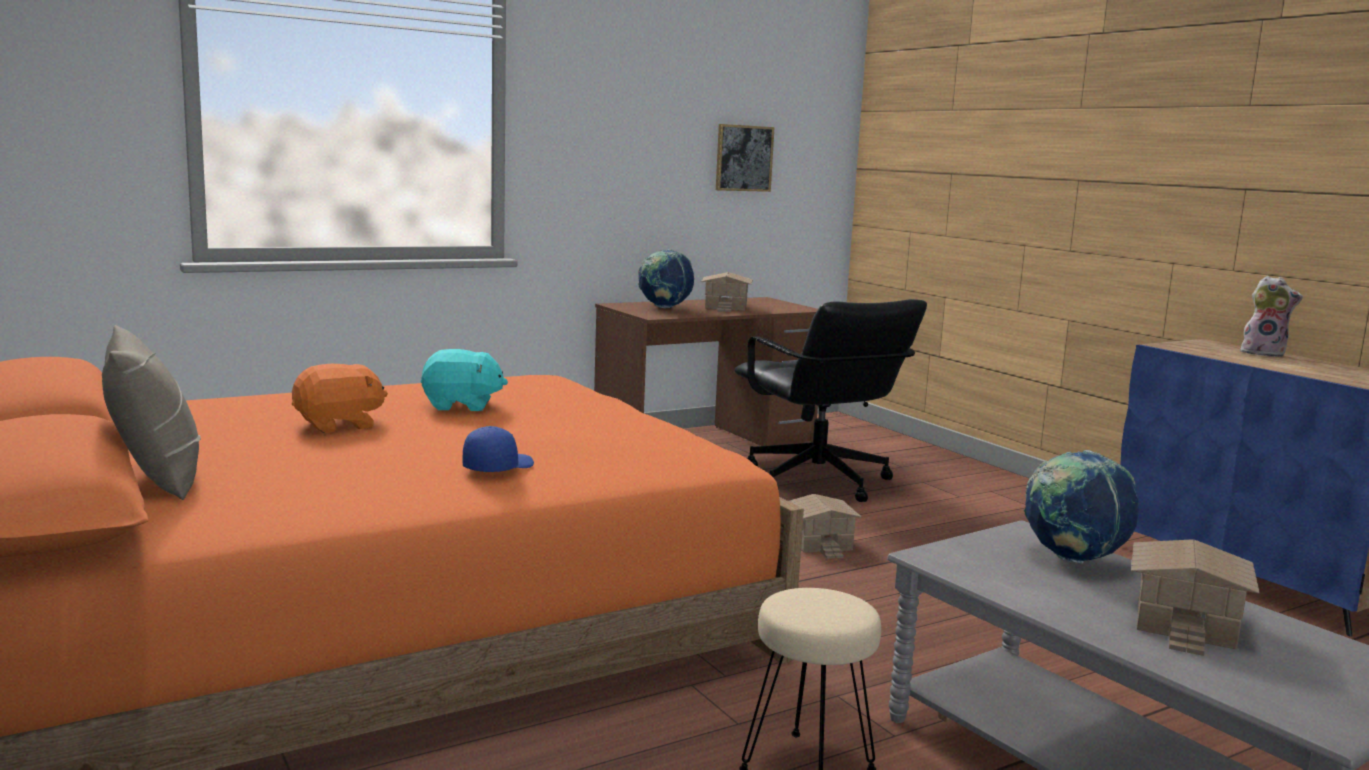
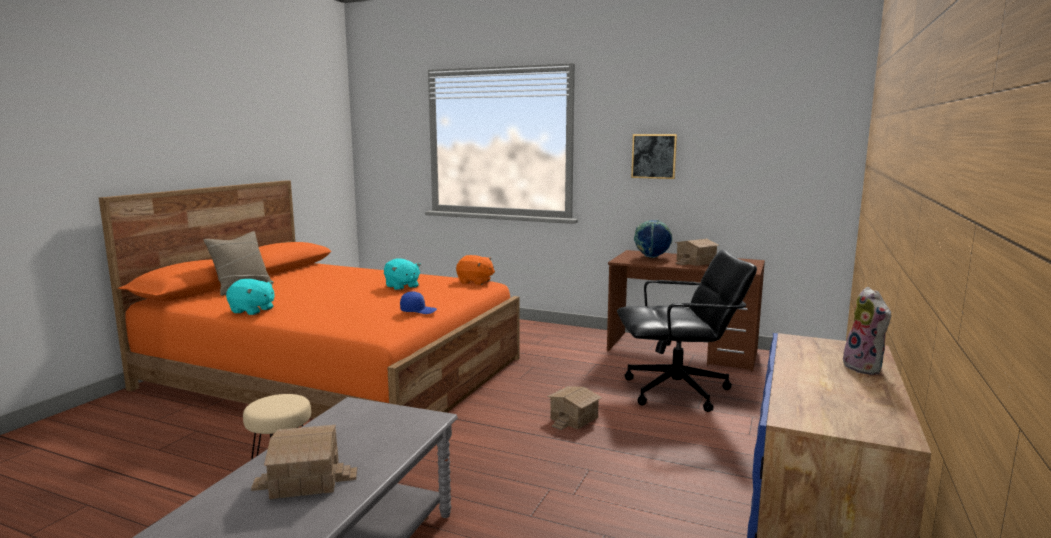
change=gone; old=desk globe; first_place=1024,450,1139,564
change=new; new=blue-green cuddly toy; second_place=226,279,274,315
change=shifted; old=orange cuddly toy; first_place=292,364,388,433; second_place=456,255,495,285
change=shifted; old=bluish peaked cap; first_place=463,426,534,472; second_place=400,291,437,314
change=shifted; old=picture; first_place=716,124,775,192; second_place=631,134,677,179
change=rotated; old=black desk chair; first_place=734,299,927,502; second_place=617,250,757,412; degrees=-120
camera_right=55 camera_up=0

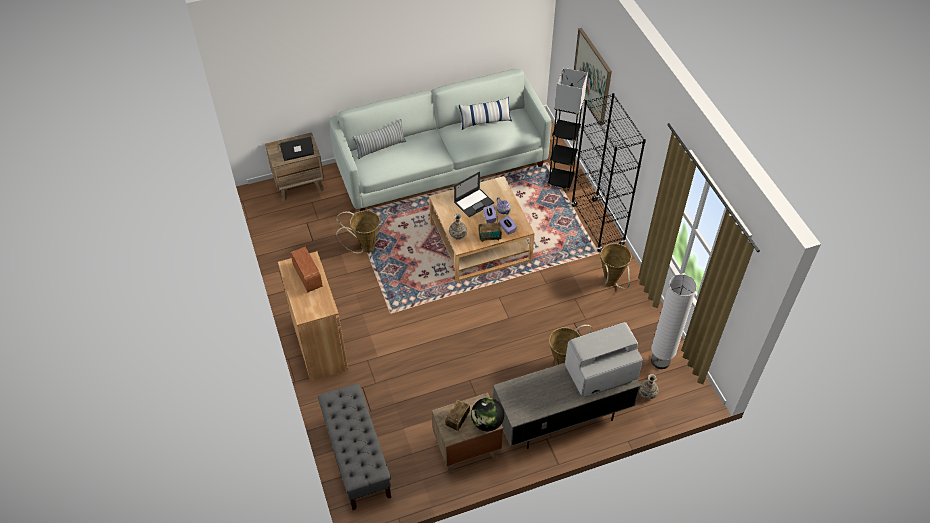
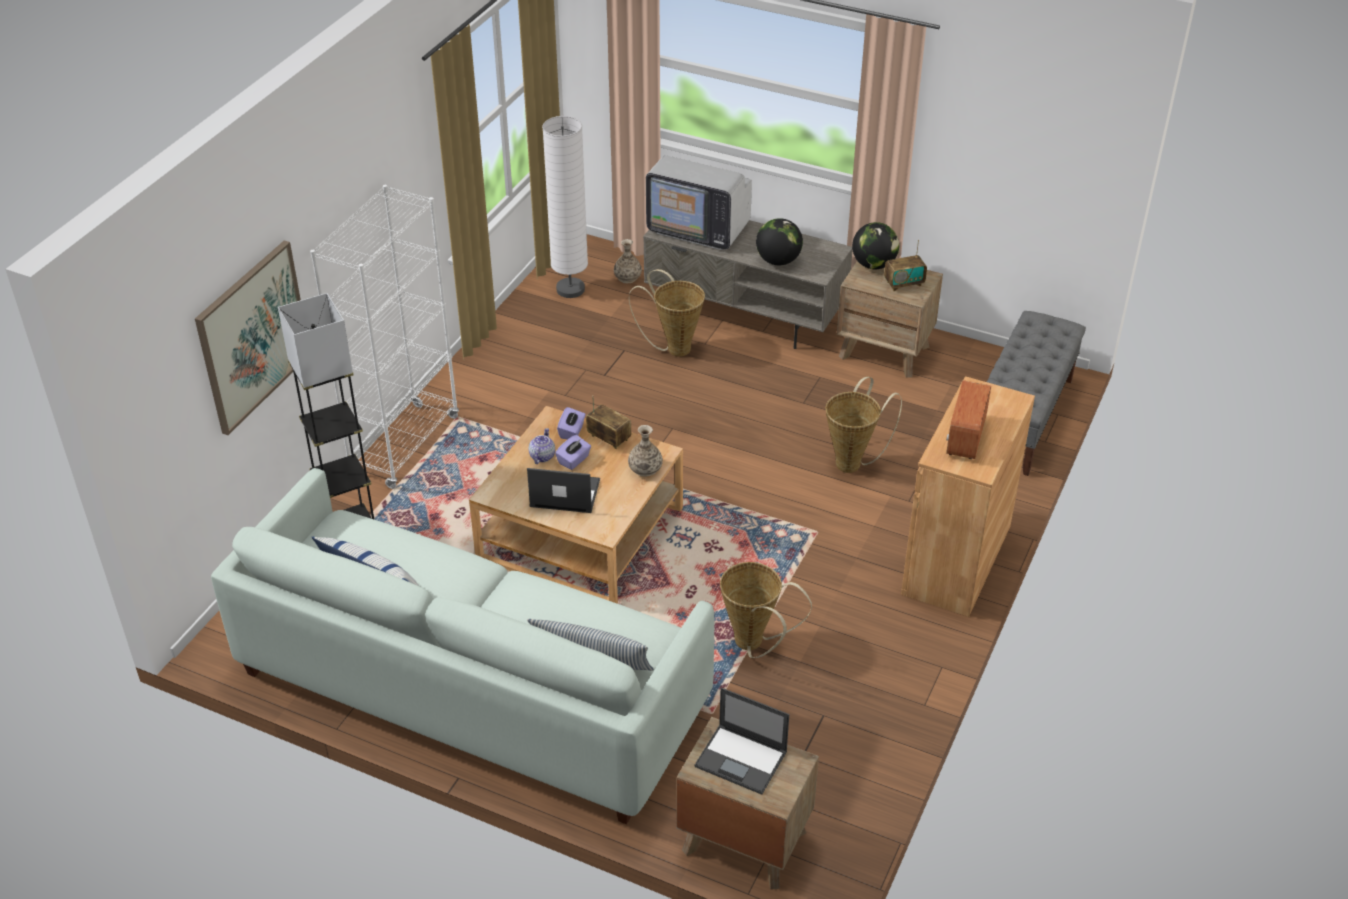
change=new; new=desk globe; second_place=756,218,803,265
change=shifted; old=household basket; first_place=600,243,631,289; second_place=825,376,902,473
change=repainted; old=black shelving unit; new=whitish shelving unit; first_place=571,93,646,252; second_place=310,185,459,489
camera_right=-135 camera_up=-10

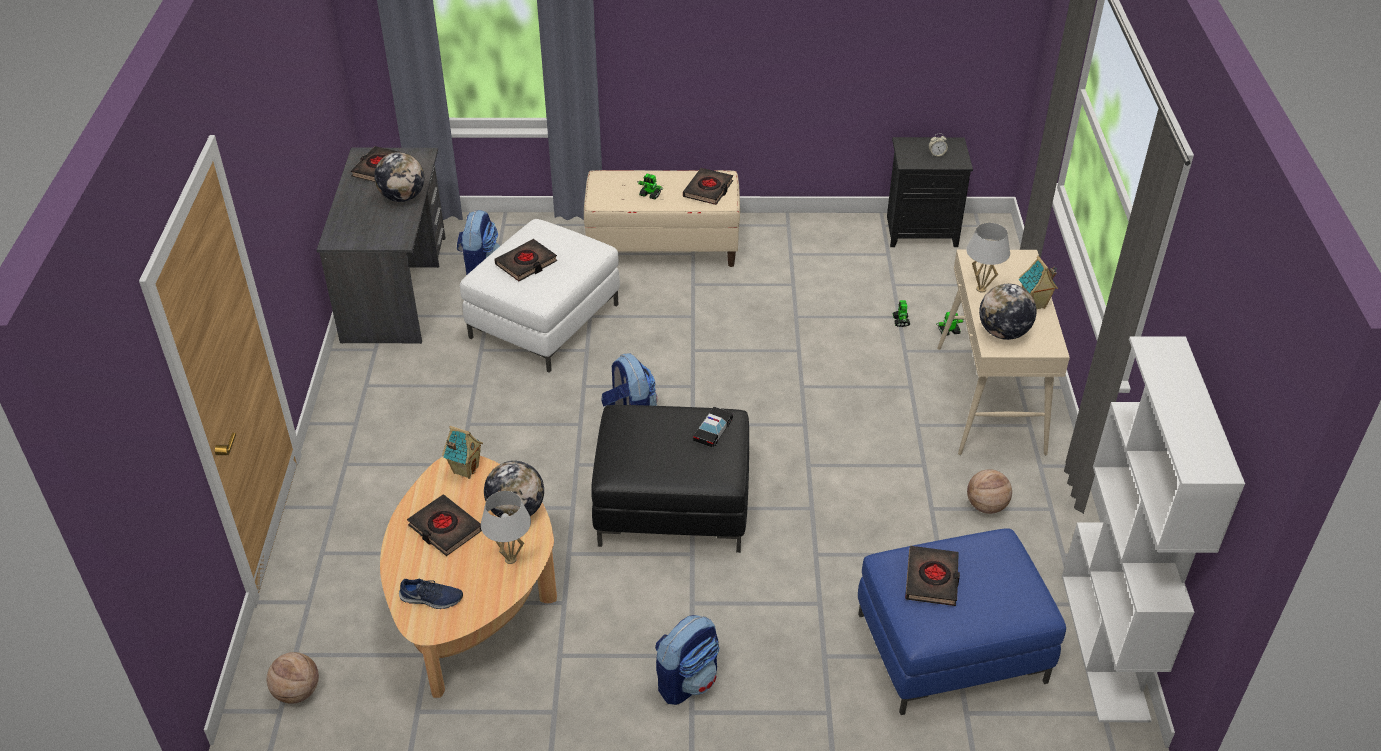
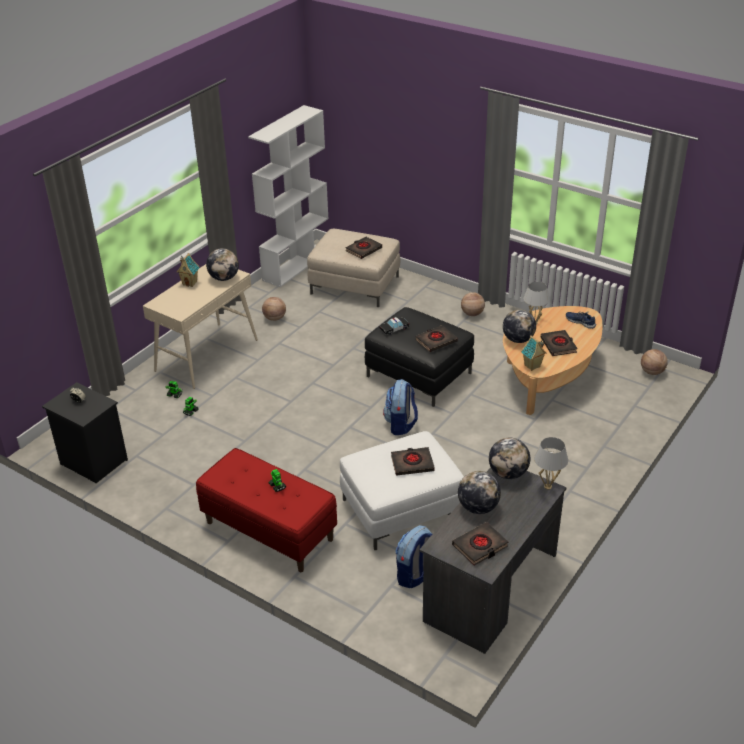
change=new; new=desk globe; second_place=489,438,530,479
change=shifted; old=black book; first_place=683,168,733,205; second_place=415,325,458,352
change=shifted; old=whitish table lamp; first_place=966,223,1010,293; second_place=534,437,568,490
change=swapped; old=backpack; new=ball for basketball; first_place=655,615,719,705; second_place=461,292,485,316
change=repainted; old=sand-coloured bench; new=reddish bench; first_place=584,170,740,267; second_place=196,448,337,572
change=repainted; old=bluish ottoman; new=sand-coloured ottoman; first_place=858,528,1066,715; second_place=307,229,400,307
camera_right=-145 camera_up=-5

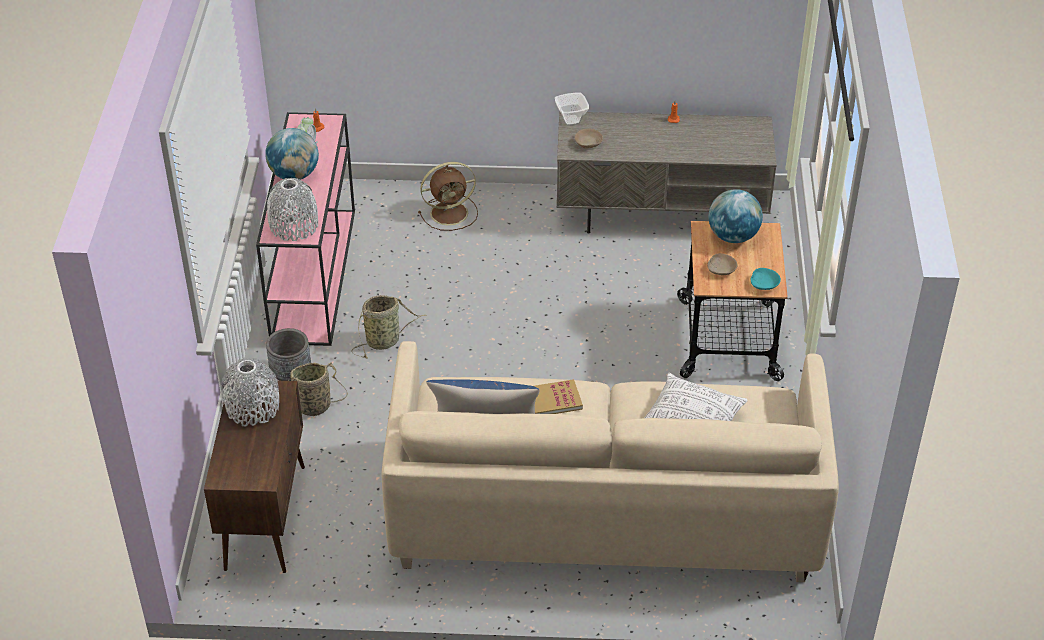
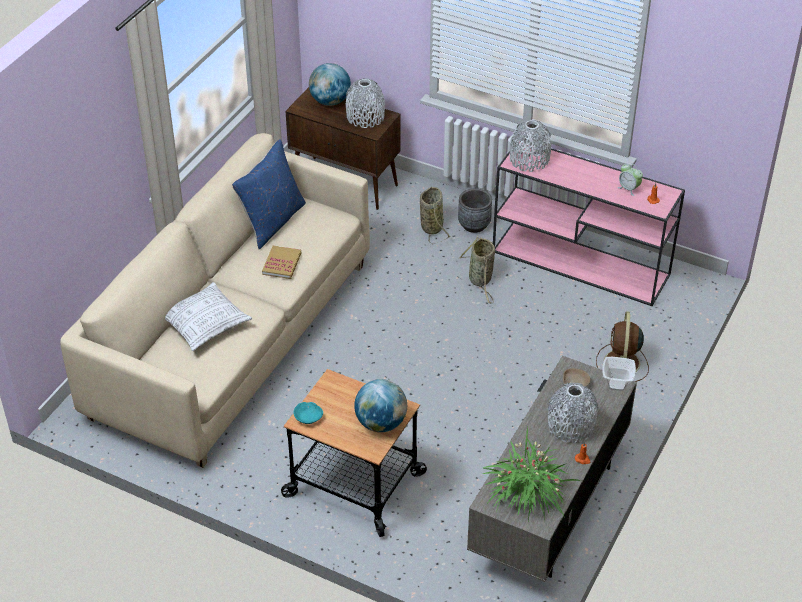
change=gone; old=sand-coloured bowl; first_place=707,253,738,275
change=new; new=potted plant; second_place=483,427,581,521
change=new; new=grey flower vase; second_place=548,383,598,443
change=shifted; old=desk globe; first_place=265,128,319,180; second_place=309,63,351,106
camera_right=115 camera_up=0

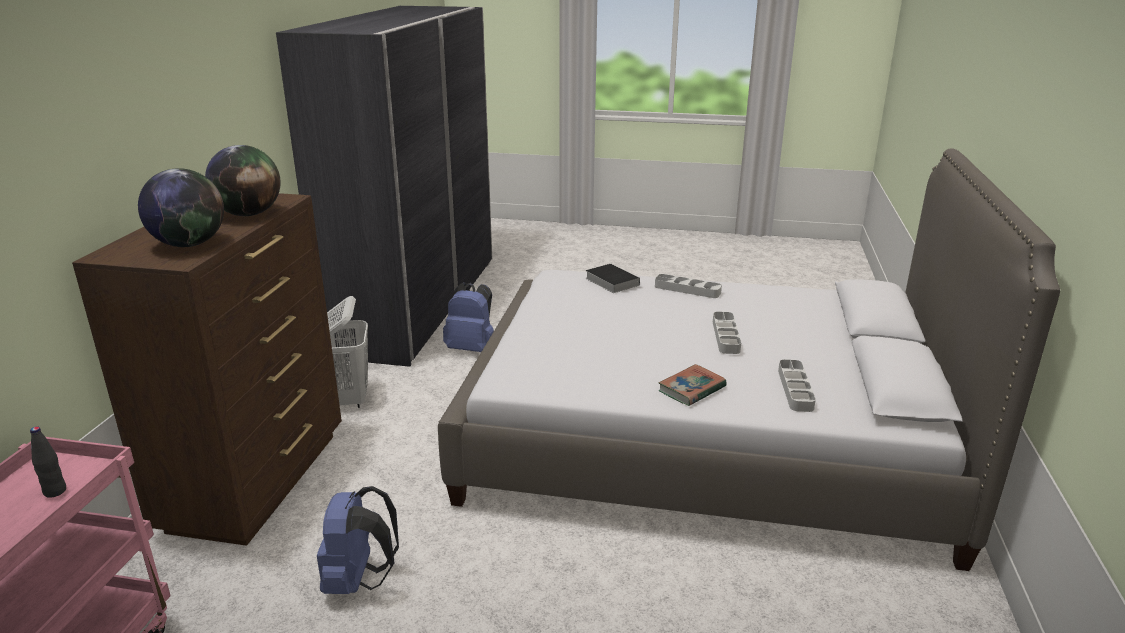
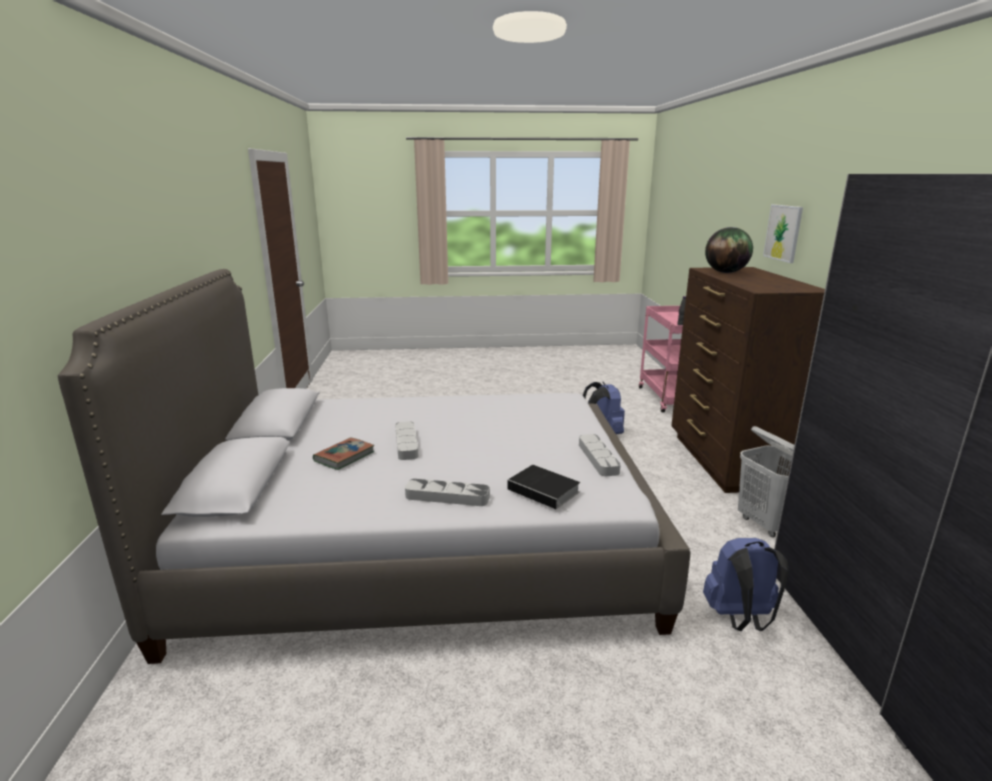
change=gone; old=desk globe; first_place=205,145,281,216
change=new; new=picture; second_place=763,204,803,263
change=shifted; old=book; first_place=659,364,727,406; second_place=313,437,374,470
change=shifted; old=grey serving tray; first_place=778,359,816,412; second_place=579,434,621,476
camera_right=165 camera_up=-5

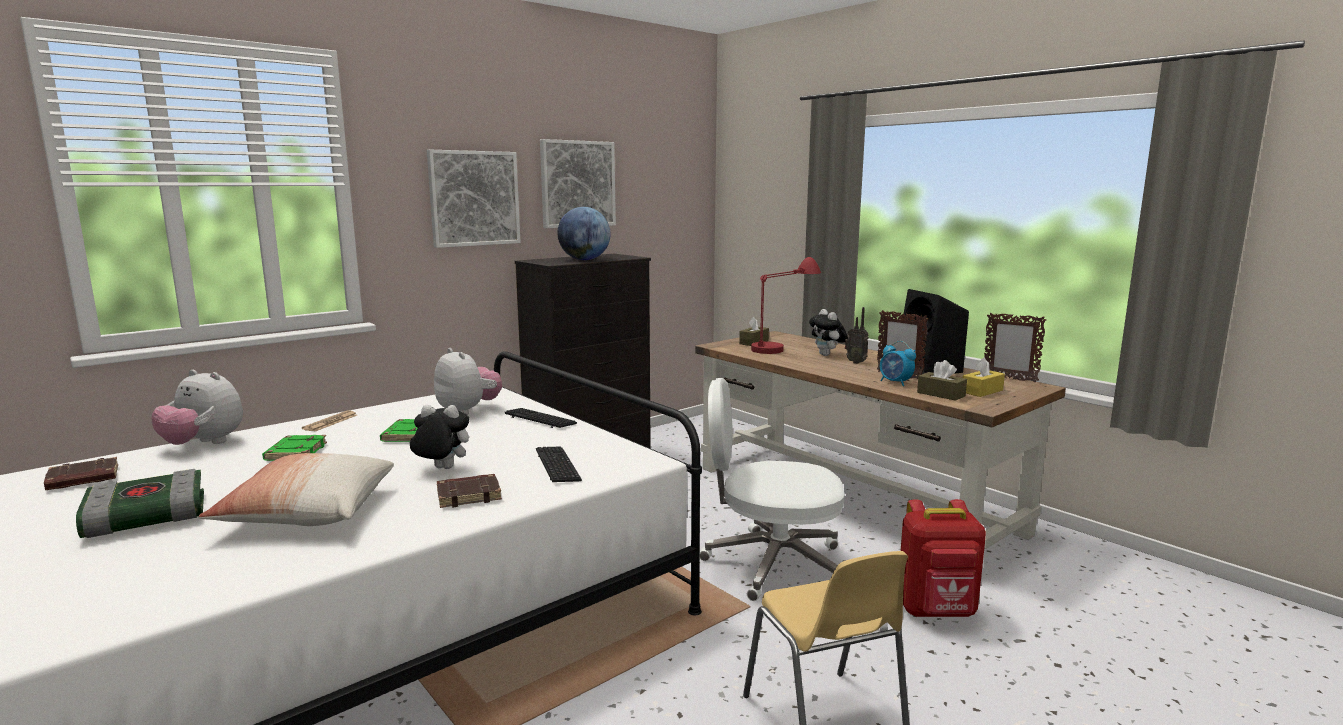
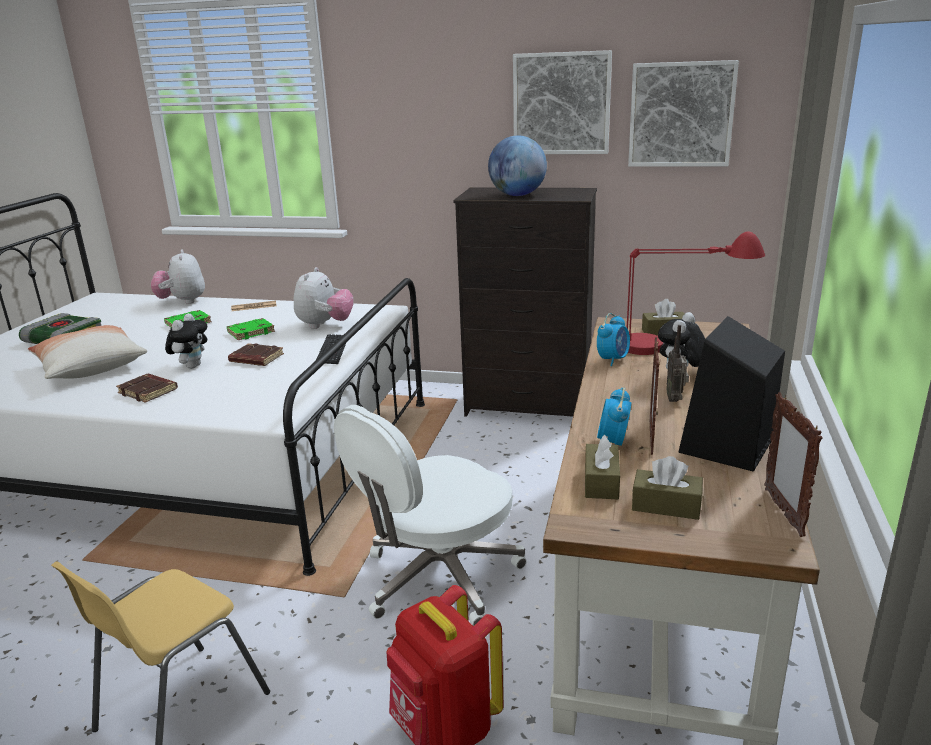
change=gone; old=PC keyboard; first_place=536,447,582,482
change=new; new=alarm clock; second_place=597,313,630,366
change=shifted; old=brownish book; first_place=44,457,118,490; second_place=228,343,284,366
change=shifted; old=picture; first_place=427,150,521,248; second_place=628,60,739,167
change=repainted; old=yellowish tissue holder; new=brownish tissue holder; first_place=963,357,1005,397; second_place=632,456,703,520
change=rotated; old=cuddly toy; first_place=409,405,469,469; second_place=165,313,207,369; degrees=45
change=rotated; old=whitish desk chair; first_place=699,378,845,601; second_place=334,405,527,626; degrees=-105
camera_right=55 camera_up=10

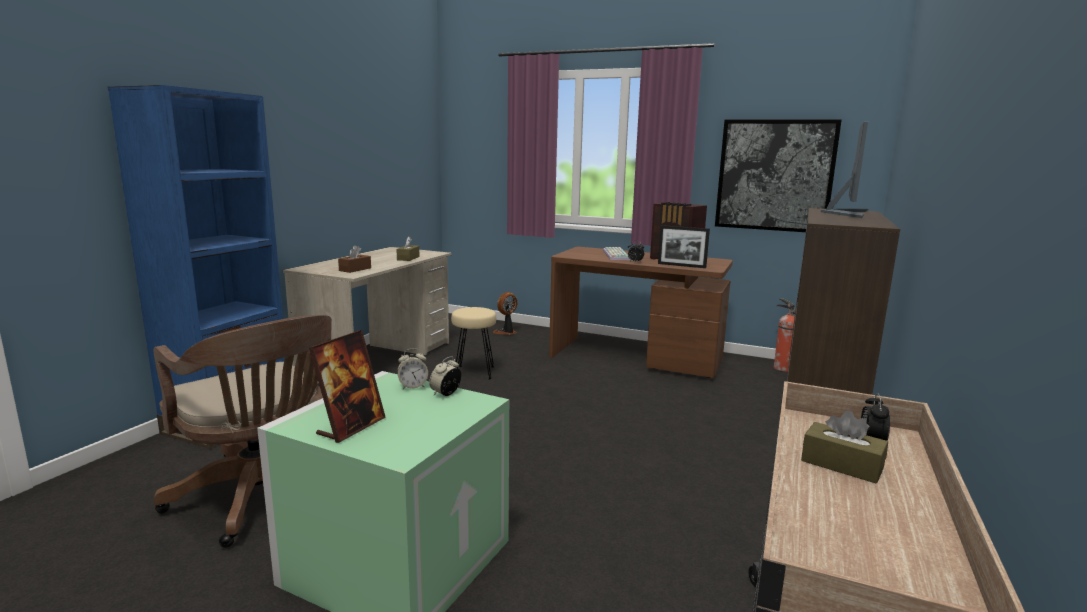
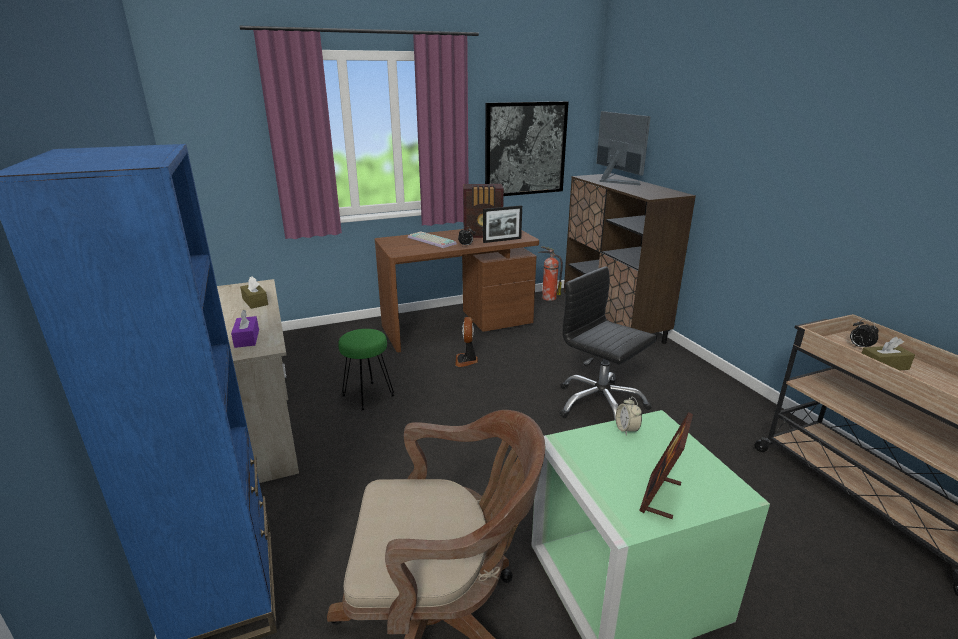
change=gone; old=alarm clock; first_place=397,348,428,389
change=new; new=black desk chair; second_place=560,266,657,420
change=shifted; old=electric fan; first_place=493,292,517,335; second_place=455,317,478,367
change=repainted; old=brownish tissue holder; new=purple tissue holder; first_place=338,245,371,273; second_place=231,310,259,348
change=repainted; old=sand-coloured sitting stool; new=green sitting stool; first_place=451,307,496,379; second_place=338,329,395,411
change=rotated; old=standing frame; first_place=309,330,386,443; second_place=639,412,693,519; degrees=-135
camera_right=-45 camera_up=10

